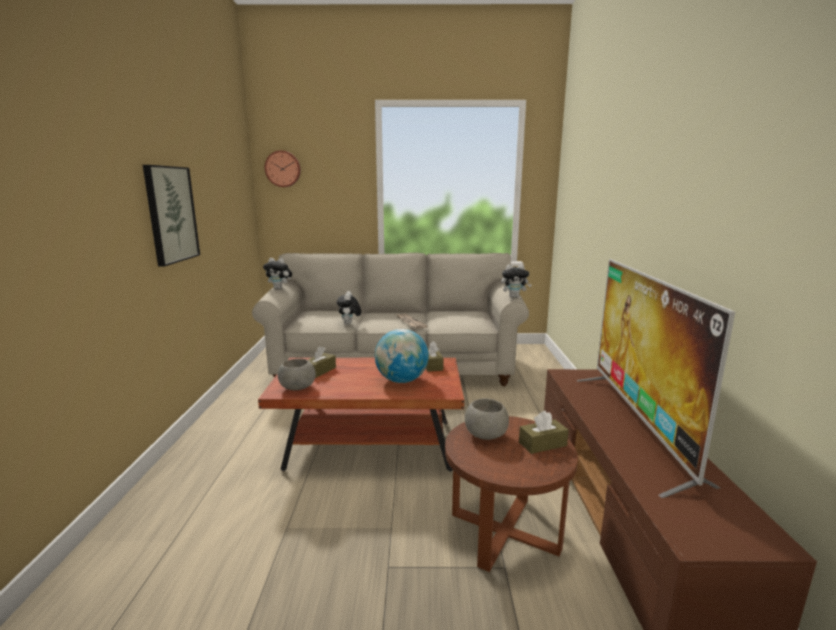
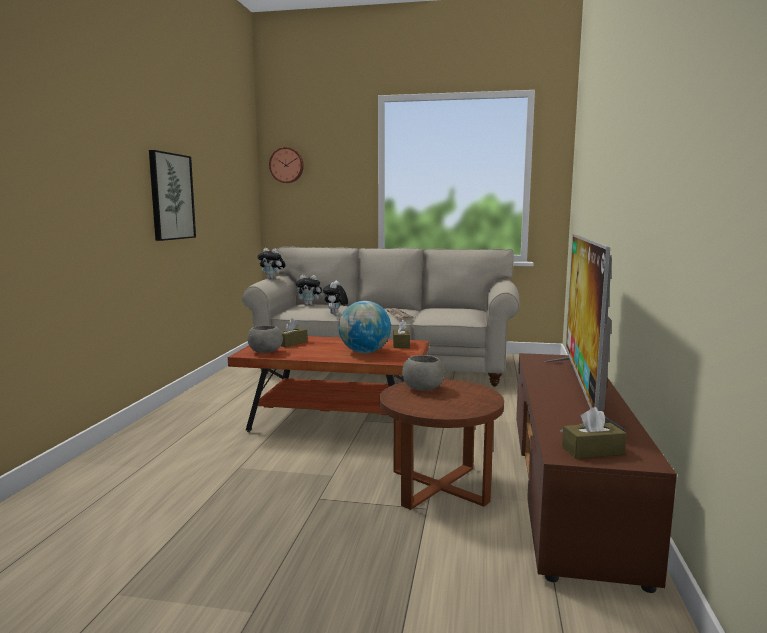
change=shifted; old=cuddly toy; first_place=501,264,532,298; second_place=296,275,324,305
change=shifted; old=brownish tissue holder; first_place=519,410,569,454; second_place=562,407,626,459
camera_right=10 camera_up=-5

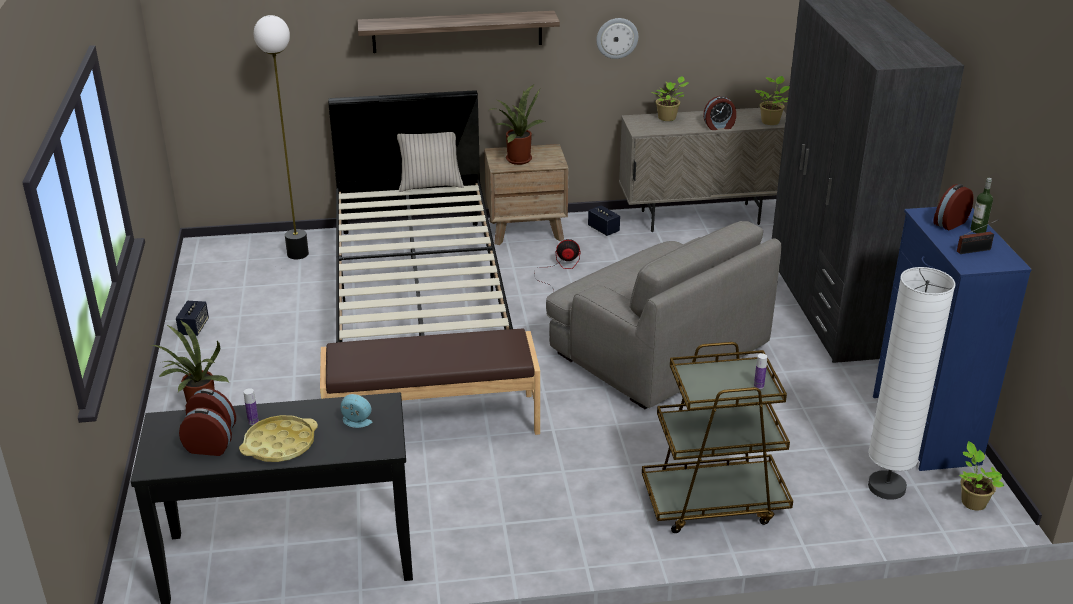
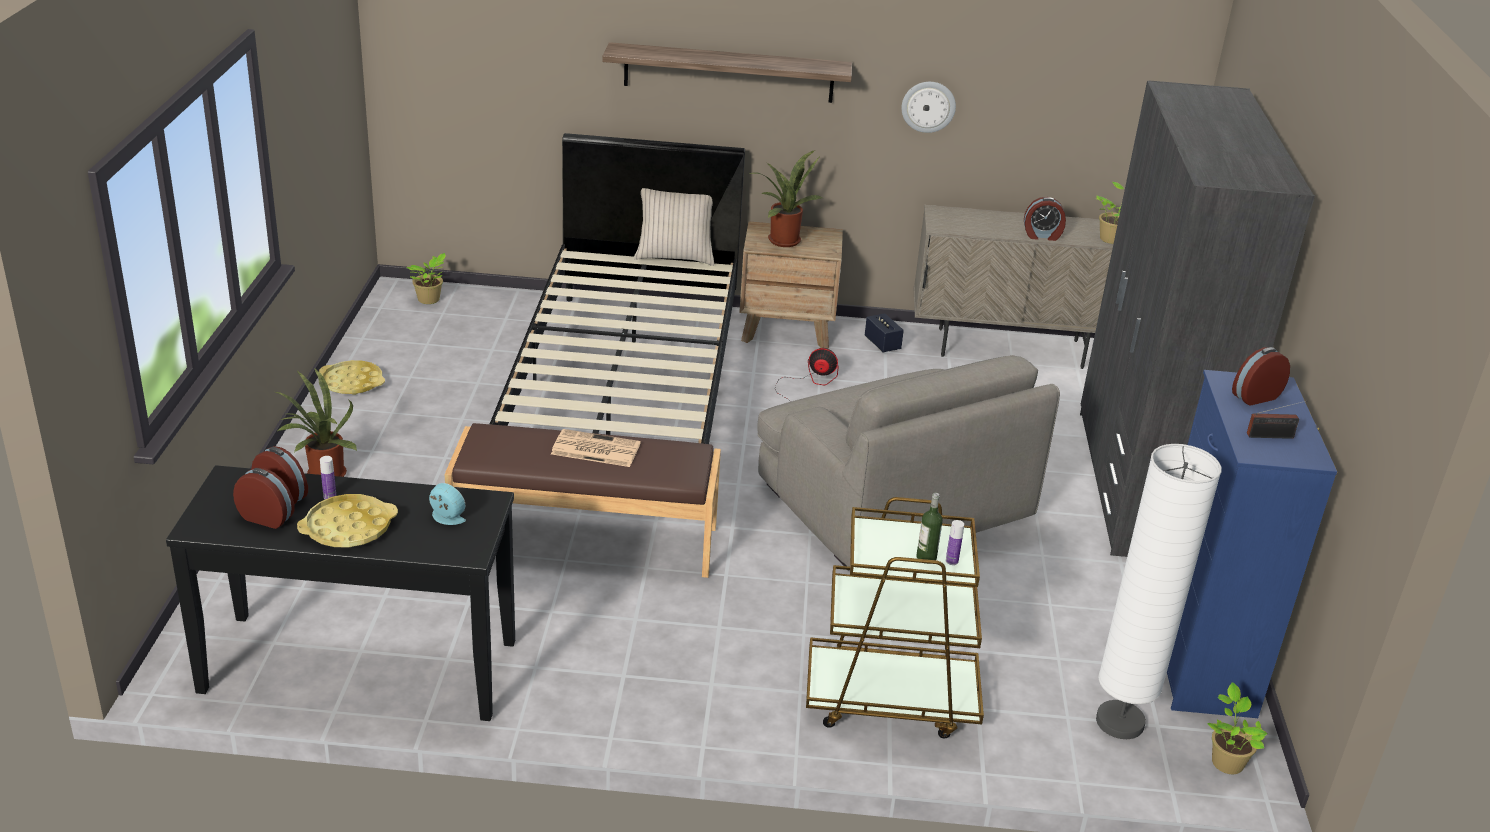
change=gone; old=floor lamp; first_place=254,15,309,259
change=new; new=daily paper; second_place=551,429,641,467
change=shifted; old=potted plant; first_place=650,76,689,121; second_place=407,253,446,304
change=shifted; old=beverage bottle; first_place=970,178,993,233; second_place=916,493,943,564
change=swapped; old=loudspeaker; new=yellowish serving tray; first_place=176,301,209,336; second_place=319,360,385,395
camera_right=10 camera_up=0

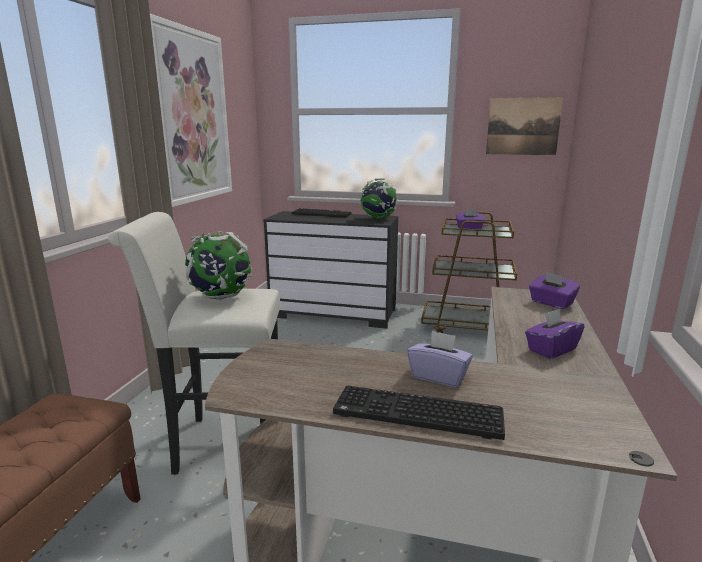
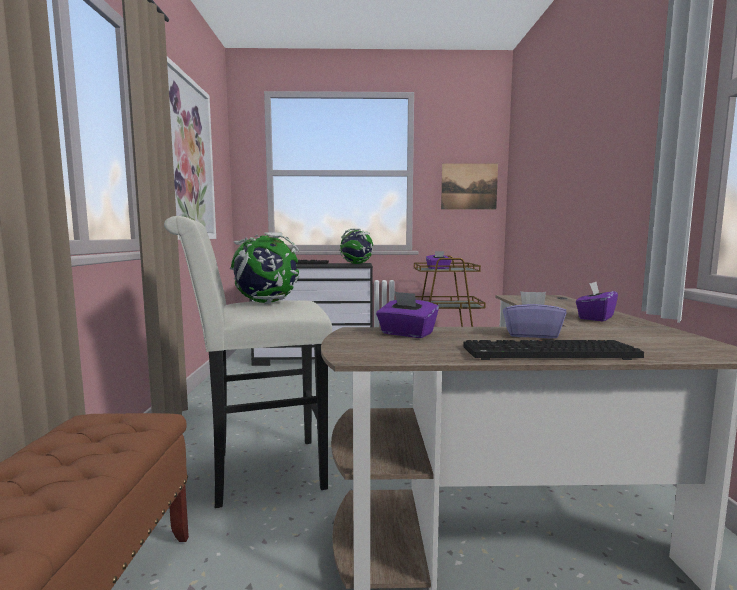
change=shifted; old=purple tissue holder; first_place=529,272,580,309; second_place=376,291,439,338
camera_right=-15 camera_up=-10

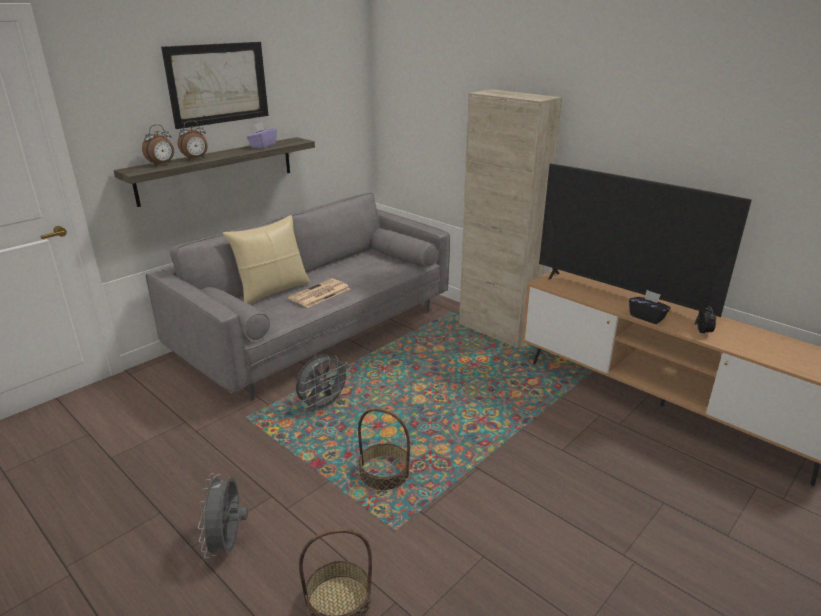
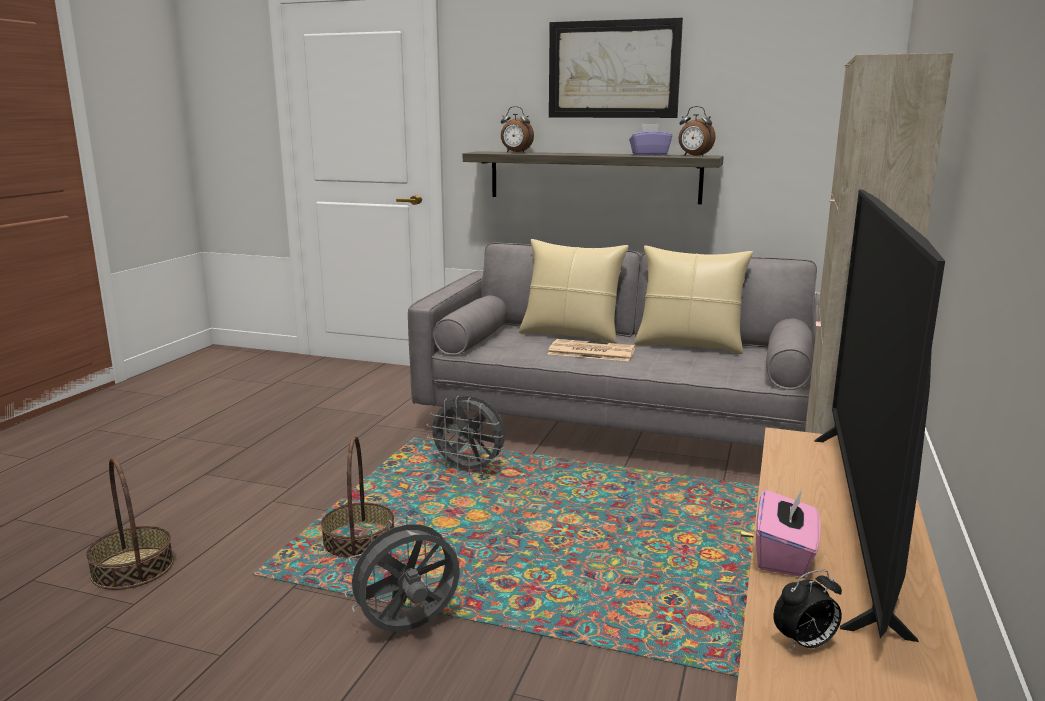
change=new; new=sand-coloured pillow; second_place=634,245,753,354
change=shifted; old=alarm clock; first_place=177,120,208,160; second_place=679,106,716,156
change=shifted; old=grey electric fan; first_place=198,473,248,558; second_place=343,515,460,632
change=repainted; old=black tissue holder; new=pink-coloured tissue holder; first_place=629,290,670,324; second_place=756,486,820,577
camera_right=65 camera_up=-10

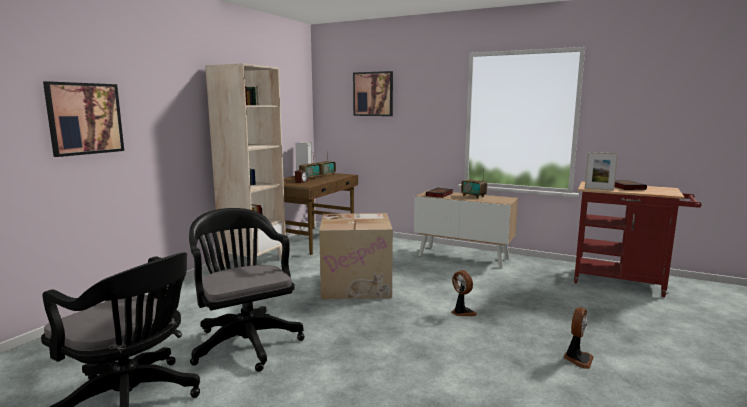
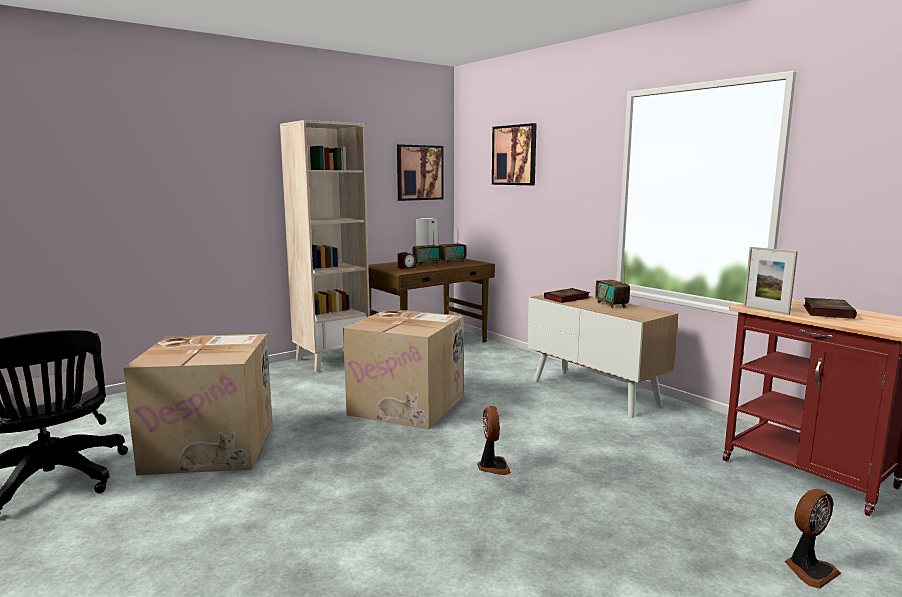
change=shifted; old=picture; first_place=43,81,124,157; second_place=397,144,444,201
change=shifted; old=electric fan; first_place=563,307,594,369; second_place=784,489,842,589
change=swapped; old=black desk chair; new=carton; first_place=189,208,305,372; second_place=123,334,273,475
camera_right=25 camera_up=0

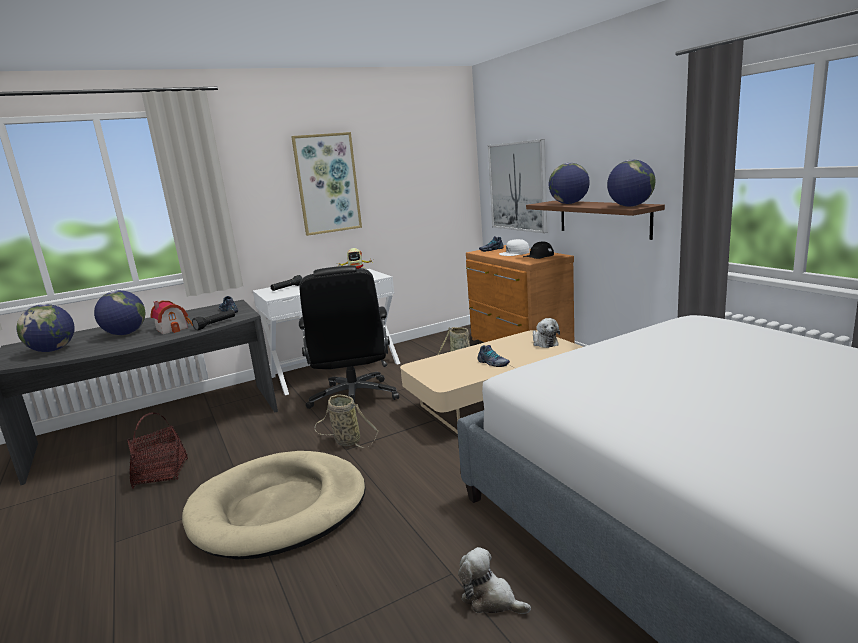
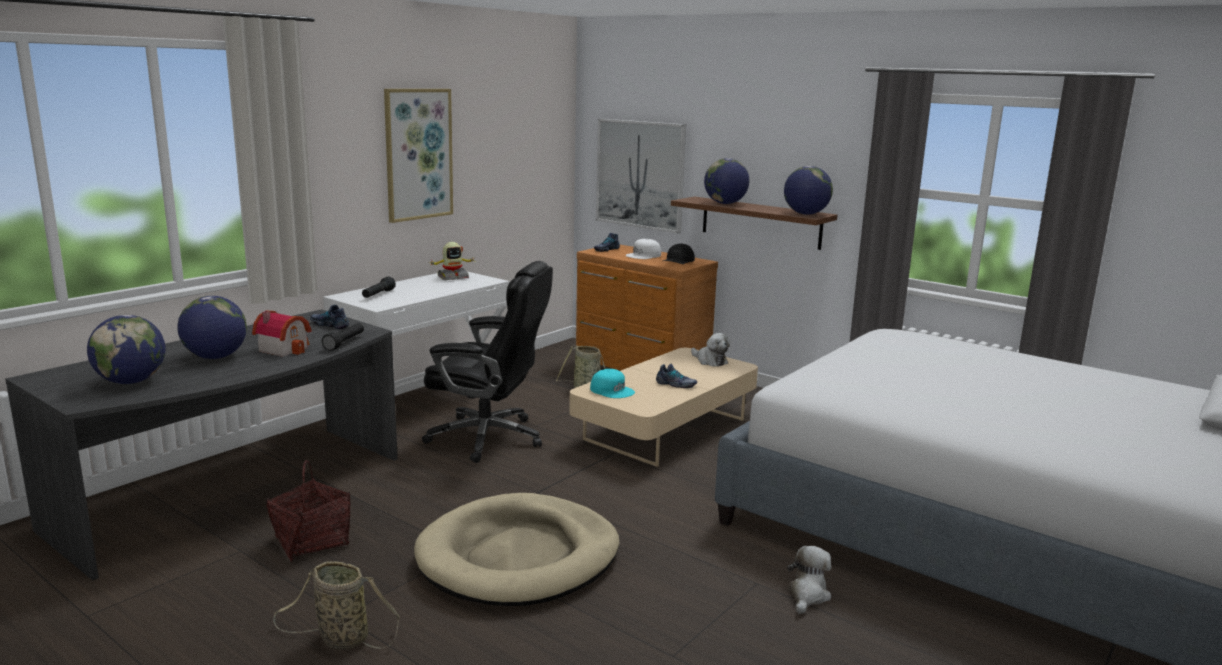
change=new; new=blue-green peaked cap; second_place=590,369,635,398
change=shifted; old=household basket; first_place=315,394,379,448; second_place=273,561,400,649
change=rotated; old=black desk chair; first_place=299,265,399,409; second_place=422,261,553,463; degrees=-45
change=rotated; old=cuddly toy; first_place=458,547,531,614; second_place=787,546,831,614; degrees=105
camera_right=-25 camera_up=0

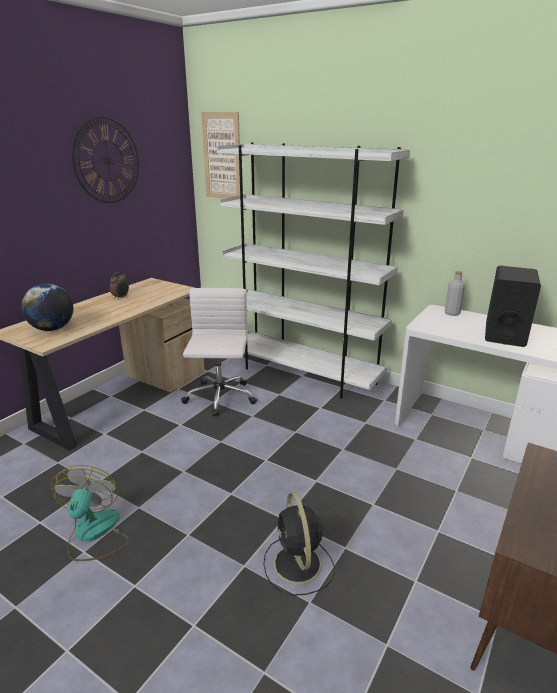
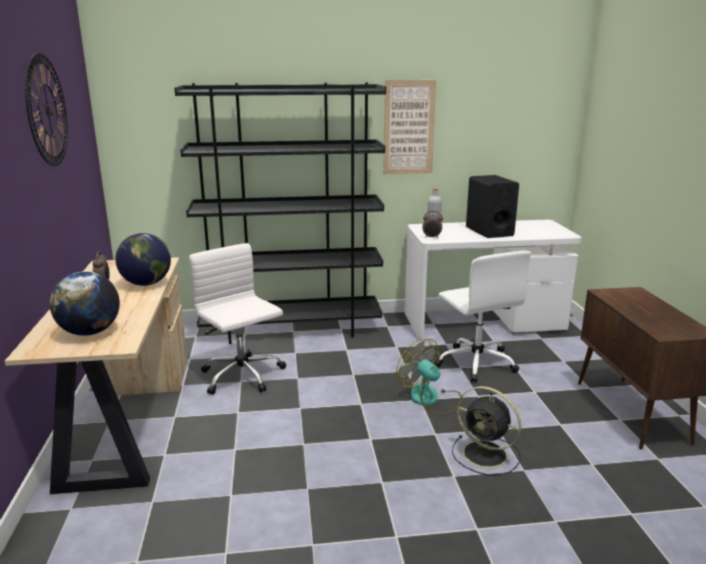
change=new; new=desk globe; second_place=115,233,171,286
change=new; new=alarm clock; second_place=422,211,443,239
change=new; new=whitish desk chair; second_place=434,251,531,382
change=shifted; old=electric fan; first_place=51,465,129,561; second_place=396,339,462,414
change=shifted; old=picture; first_place=201,112,240,198; second_place=383,80,436,174
change=repainted; old=whitish shelving unit; new=black shelving unit; first_place=217,142,410,399; second_place=174,83,386,344
camera_right=-40 camera_up=-5

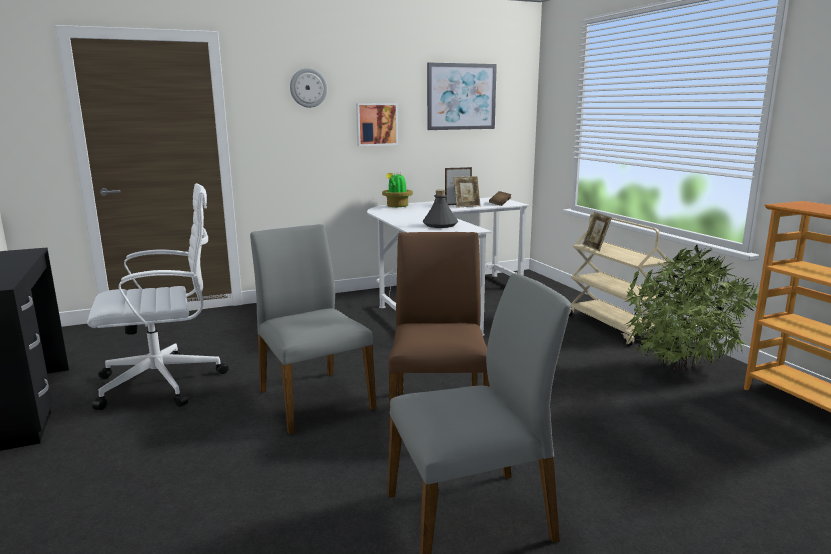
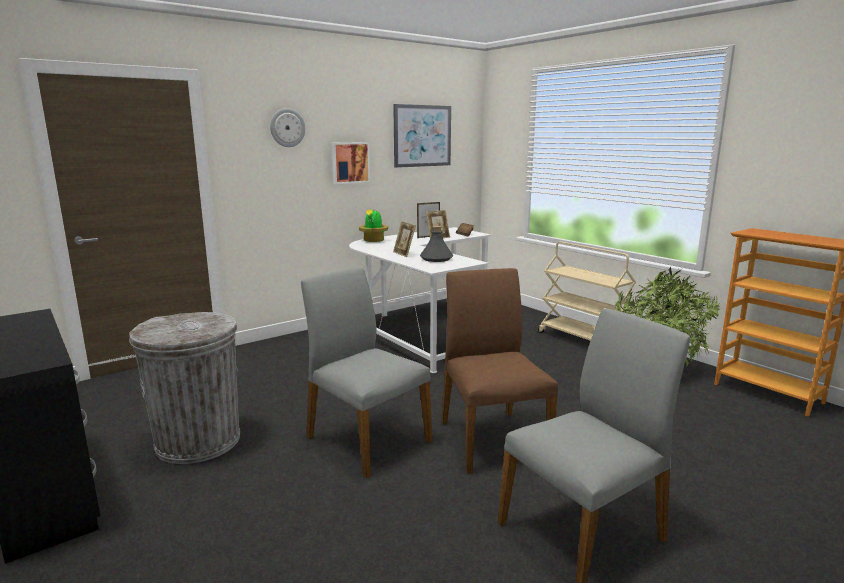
change=shifted; old=standing frame; first_place=582,212,612,251; second_place=393,221,416,257
change=swapped; old=whitish desk chair; new=grey waste bin; first_place=87,183,229,410; second_place=129,312,240,464
camera_right=-15 camera_up=0

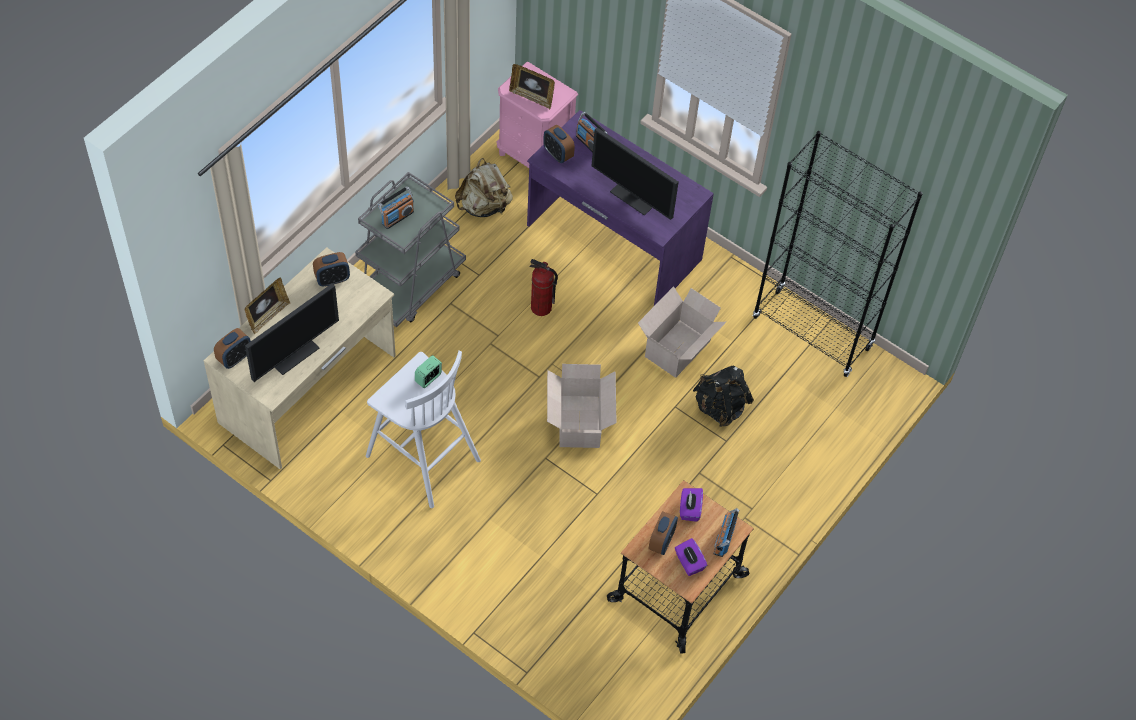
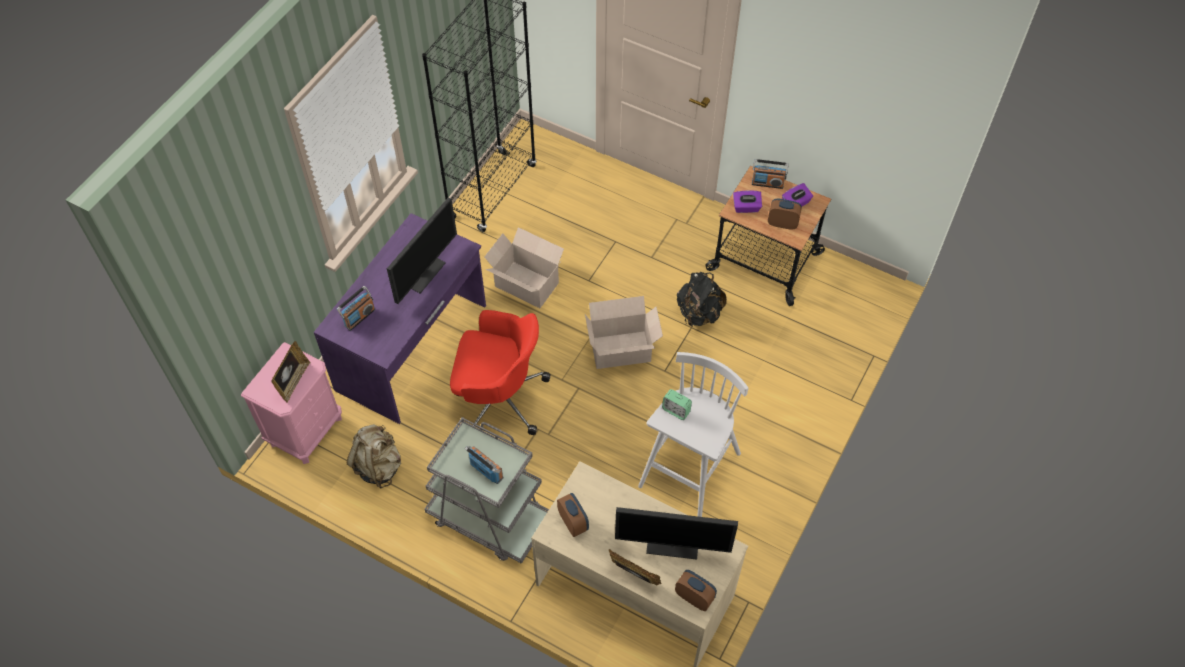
change=gone; old=alarm clock; first_place=543,125,575,163
change=shifted; old=black backpack; first_place=693,365,754,427; second_place=677,272,727,327
change=swapped; old=fire-fighting cylinder; new=reddish desk chair; first_place=529,259,558,316; second_place=450,310,550,435
change=rotated; old=computer screen; first_place=245,283,339,382; second_place=615,507,738,560; degrees=150
camera_right=-95 camera_up=0

